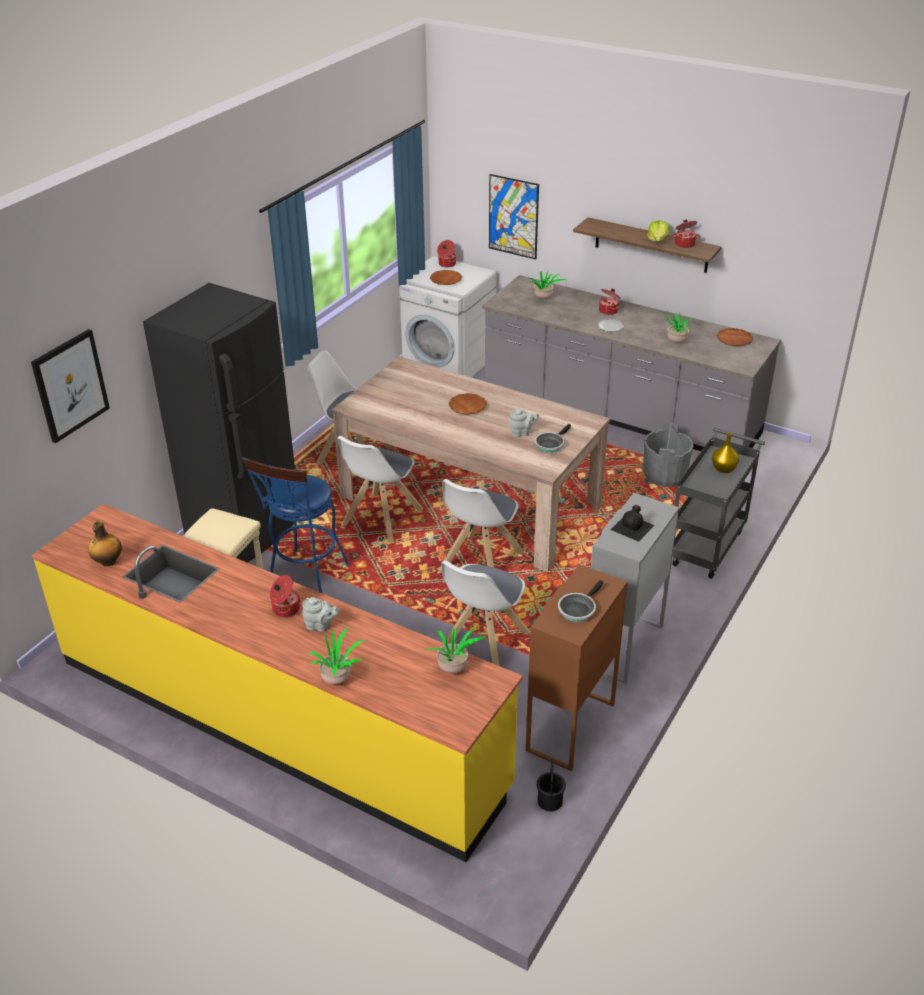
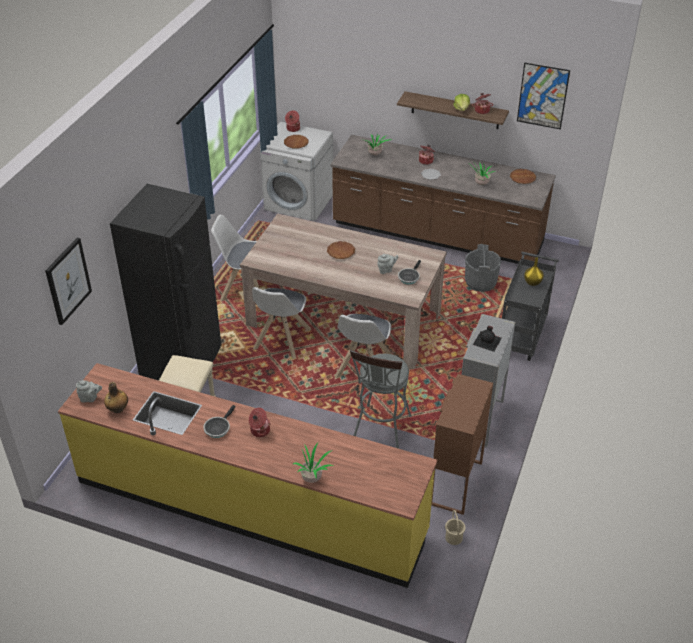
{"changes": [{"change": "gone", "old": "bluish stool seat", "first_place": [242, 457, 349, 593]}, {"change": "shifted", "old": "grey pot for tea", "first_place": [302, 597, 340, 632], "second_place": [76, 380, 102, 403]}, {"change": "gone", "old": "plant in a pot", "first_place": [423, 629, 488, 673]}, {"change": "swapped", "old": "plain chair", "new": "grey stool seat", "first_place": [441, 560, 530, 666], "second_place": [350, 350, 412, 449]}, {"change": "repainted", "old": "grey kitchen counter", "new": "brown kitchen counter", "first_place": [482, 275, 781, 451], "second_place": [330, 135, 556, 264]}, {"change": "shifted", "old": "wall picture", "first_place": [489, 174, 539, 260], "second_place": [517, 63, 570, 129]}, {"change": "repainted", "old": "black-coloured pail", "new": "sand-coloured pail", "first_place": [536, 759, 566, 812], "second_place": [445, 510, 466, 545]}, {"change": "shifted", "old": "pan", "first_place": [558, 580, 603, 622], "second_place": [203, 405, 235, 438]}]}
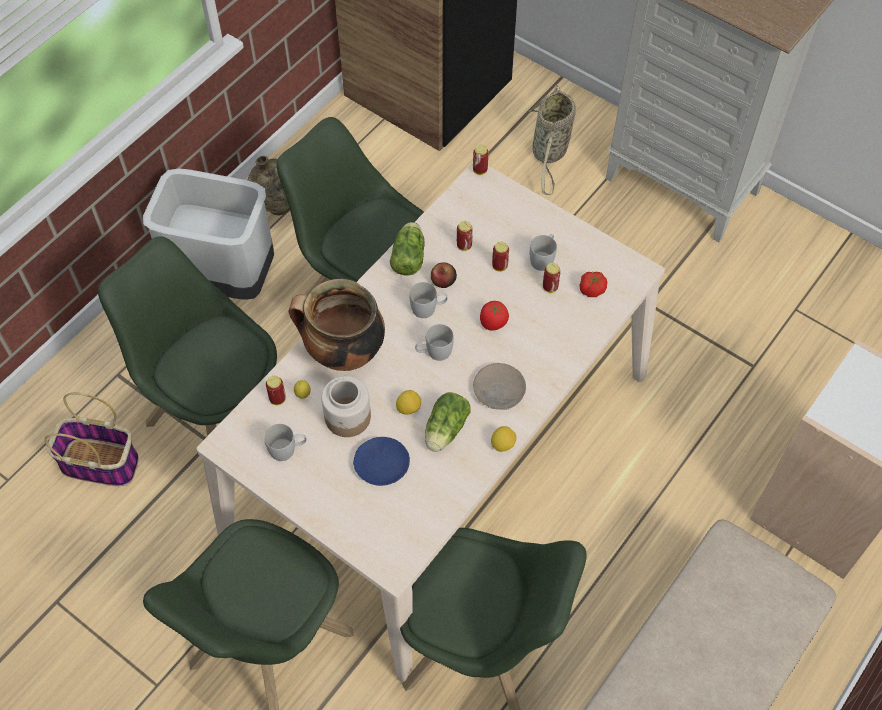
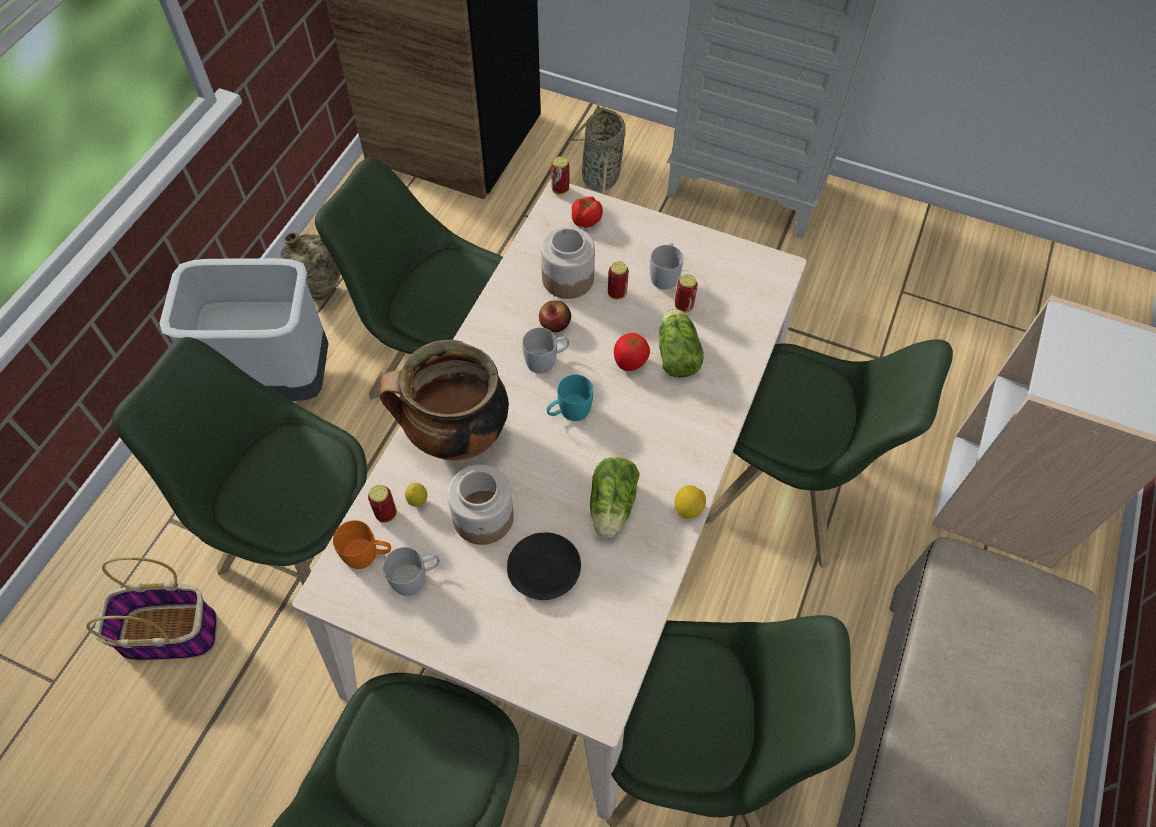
{"changes": [{"change": "repainted", "old": "bluish flat dish", "new": "black-coloured flat dish", "first_place": [353, 437, 410, 486], "second_place": [507, 532, 581, 600]}, {"change": "shifted", "old": "lettuce head", "first_place": [390, 222, 425, 276], "second_place": [659, 309, 704, 378]}, {"change": "gone", "old": "lemon", "first_place": [396, 390, 421, 415]}, {"change": "repainted", "old": "whitish coffee mug", "new": "turquoise coffee mug", "first_place": [415, 324, 454, 361], "second_place": [547, 375, 593, 421]}, {"change": "swapped", "old": "can", "new": "storage jar", "first_place": [457, 221, 473, 251], "second_place": [541, 226, 595, 299]}, {"change": "gone", "old": "sand-coloured flat dish", "first_place": [473, 363, 526, 410]}, {"change": "shifted", "old": "fresh tomato", "first_place": [580, 272, 607, 297], "second_place": [571, 196, 603, 228]}, {"change": "new", "new": "orange coffee mug", "second_place": [333, 520, 391, 569]}, {"change": "new", "new": "green plain chair", "second_place": [705, 340, 953, 568]}]}
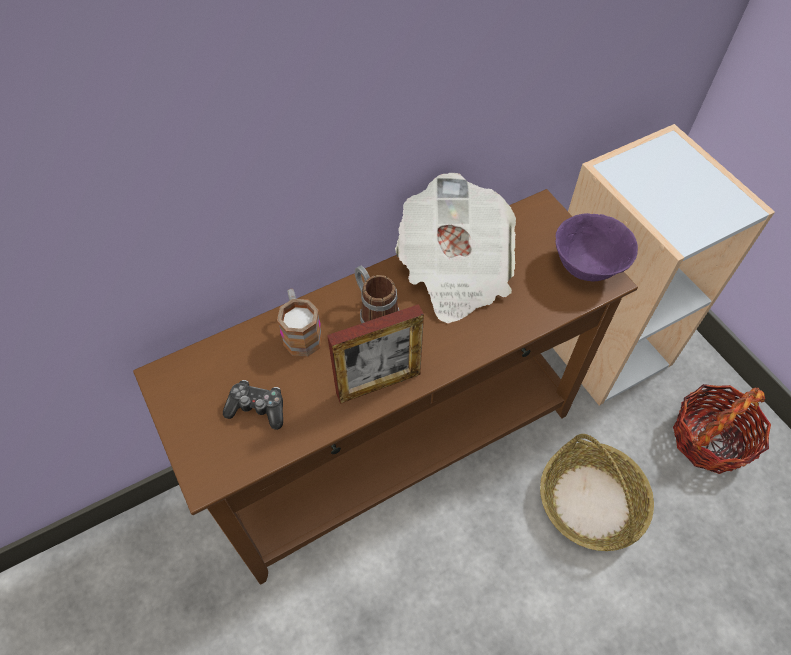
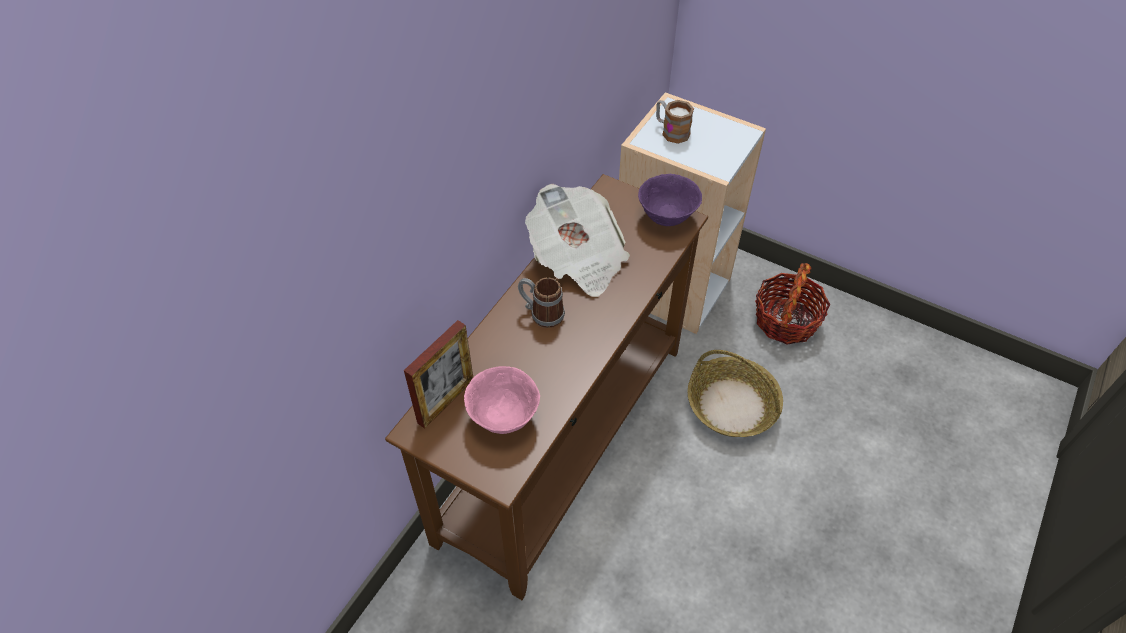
{"changes": [{"change": "swapped", "old": "joypad", "new": "pink serving bowl", "first_place": [223, 380, 283, 430], "second_place": [464, 366, 540, 434]}, {"change": "shifted", "old": "coffee mug", "first_place": [277, 289, 323, 357], "second_place": [656, 100, 694, 144]}, {"change": "shifted", "old": "picture frame", "first_place": [327, 304, 424, 404], "second_place": [404, 320, 473, 429]}]}
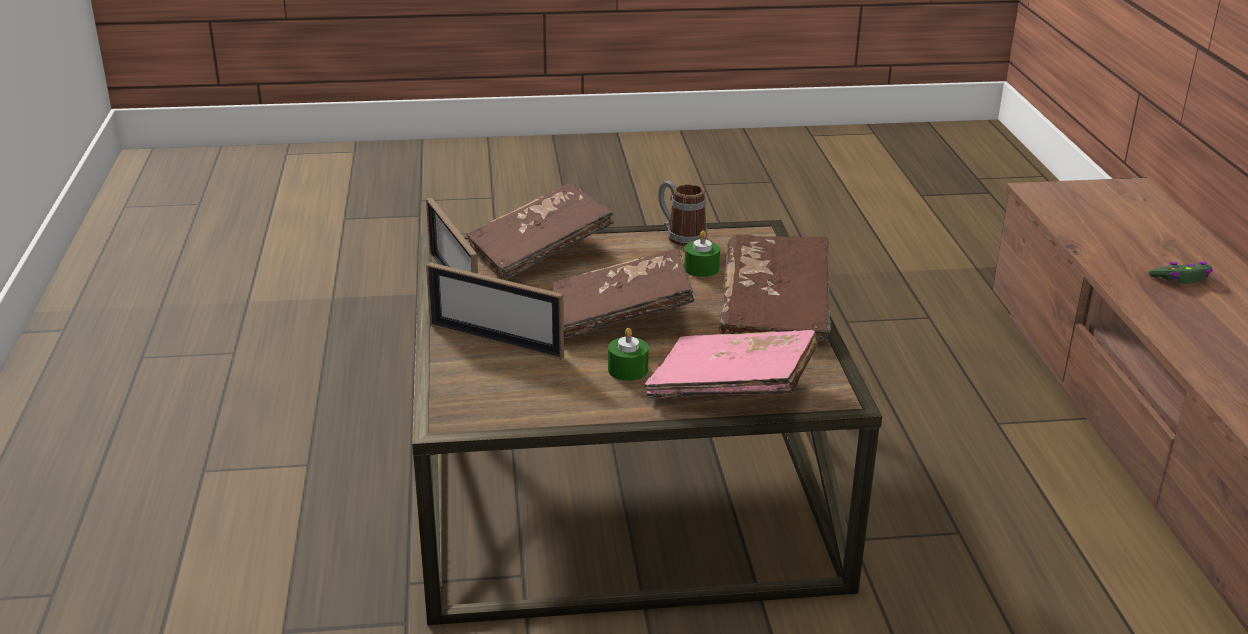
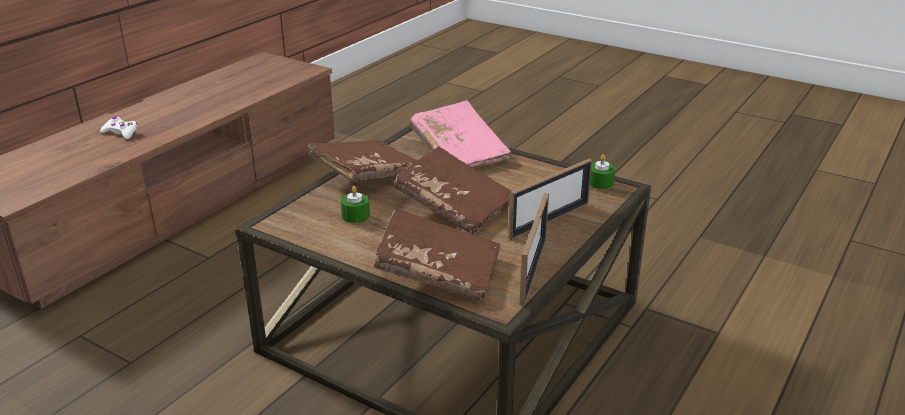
{"changes": [{"change": "rotated", "old": "picture frame", "first_place": [426, 262, 564, 359], "second_place": [508, 159, 592, 240], "degrees": 75}, {"change": "shifted", "old": "green wax candle", "first_place": [608, 328, 649, 381], "second_place": [590, 155, 615, 189]}, {"change": "gone", "old": "coffee mug", "first_place": [658, 181, 707, 246]}, {"change": "repainted", "old": "green joypad", "new": "whitish joypad", "first_place": [1149, 262, 1213, 284], "second_place": [100, 116, 137, 139]}]}
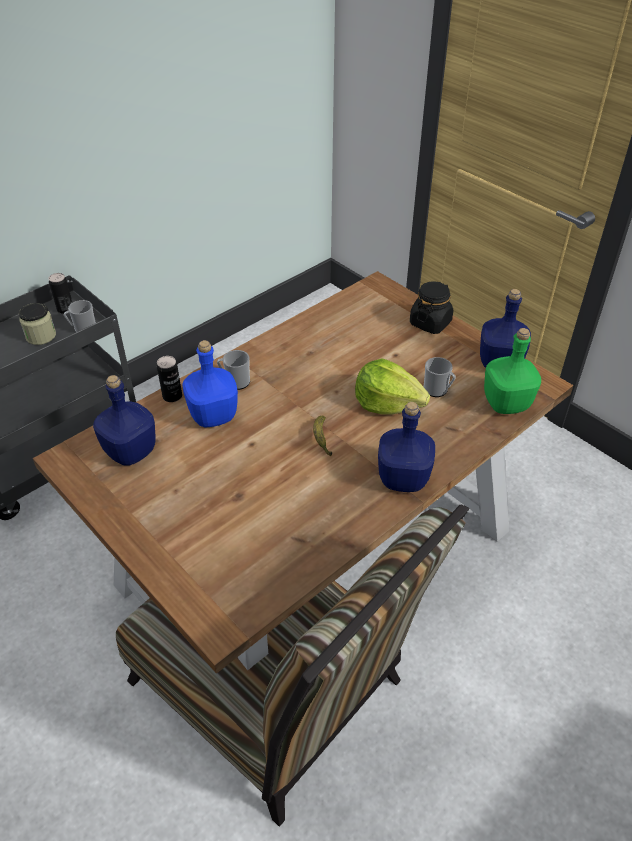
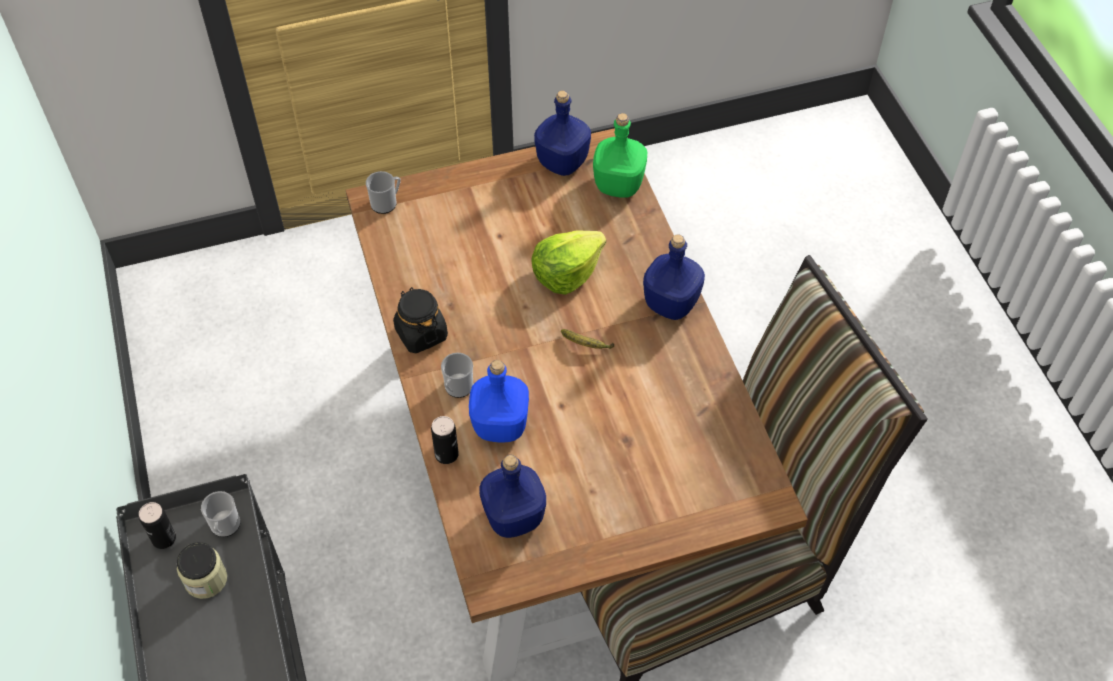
{"changes": [{"change": "shifted", "old": "black-coloured storage jar", "first_place": [410, 281, 453, 334], "second_place": [393, 287, 448, 353]}, {"change": "shifted", "old": "coffee mug", "first_place": [424, 357, 456, 397], "second_place": [366, 171, 401, 214]}]}
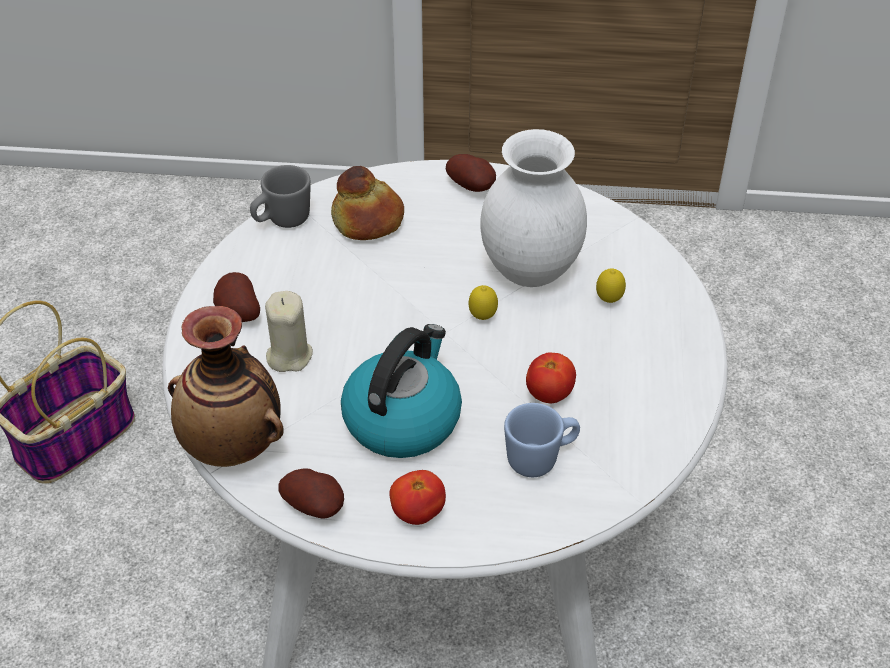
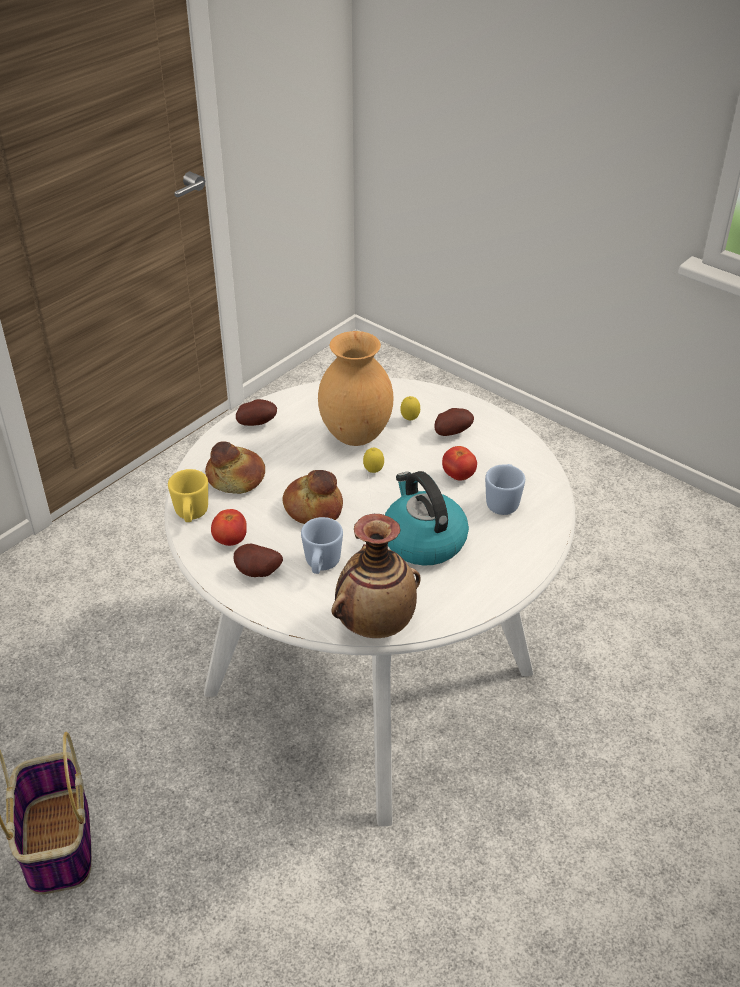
{"changes": [{"change": "repainted", "old": "grey coffee mug", "new": "yellow coffee mug", "first_place": [250, 165, 311, 228], "second_place": [168, 469, 208, 522]}, {"change": "swapped", "old": "sand-coloured wax candle", "new": "bluish coffee mug", "first_place": [265, 291, 313, 372], "second_place": [301, 517, 343, 574]}, {"change": "shifted", "old": "spud", "first_place": [278, 468, 344, 519], "second_place": [435, 408, 474, 436]}, {"change": "shifted", "old": "fresh tomato", "first_place": [390, 470, 446, 525], "second_place": [211, 509, 247, 546]}, {"change": "repainted", "old": "whitish vase", "new": "brown vase", "first_place": [481, 129, 587, 287], "second_place": [318, 331, 393, 446]}, {"change": "new", "new": "bakery bread", "second_place": [282, 470, 343, 524]}]}
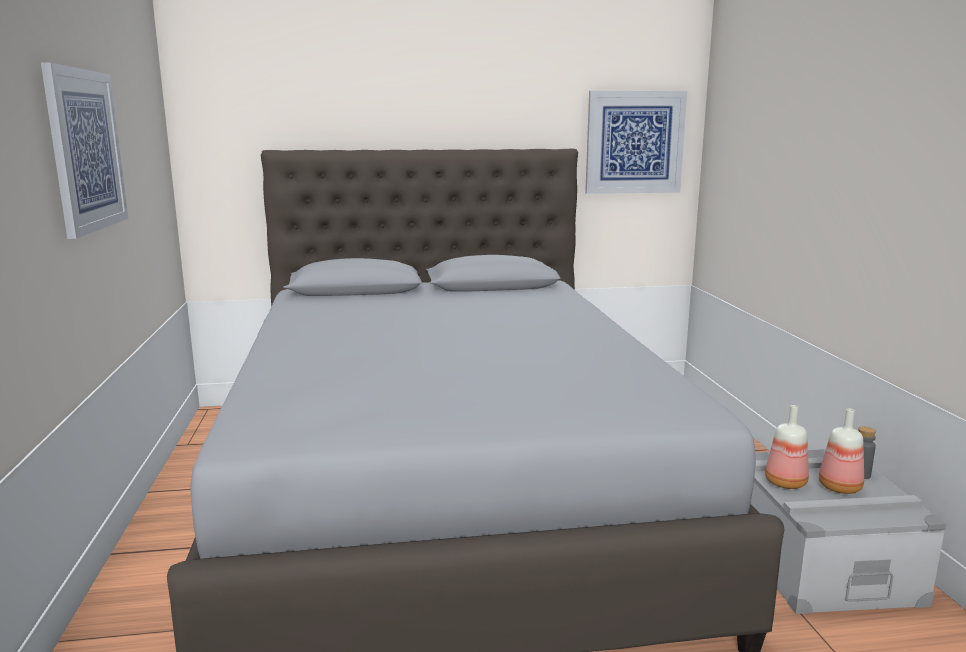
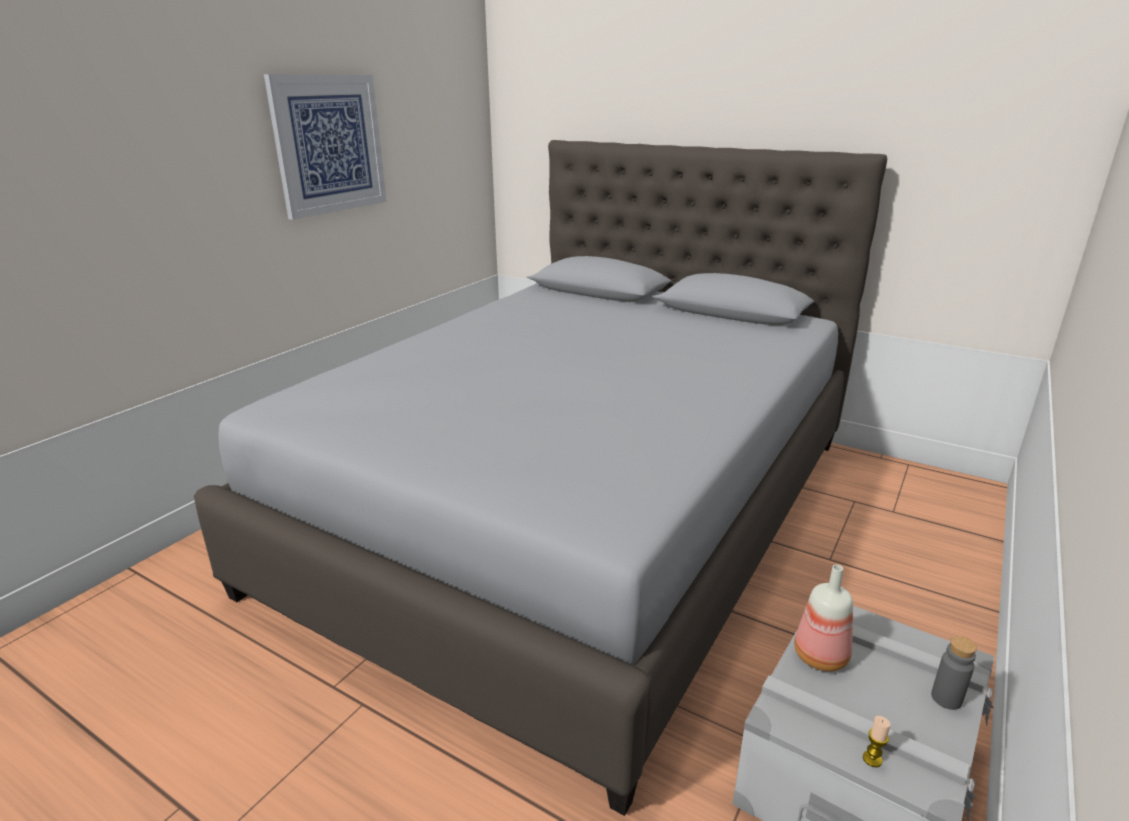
{"changes": [{"change": "gone", "old": "wall picture", "first_place": [585, 91, 687, 194]}, {"change": "gone", "old": "beverage bottle", "first_place": [819, 408, 864, 494]}, {"change": "new", "new": "wax candle", "second_place": [863, 716, 891, 767]}]}
